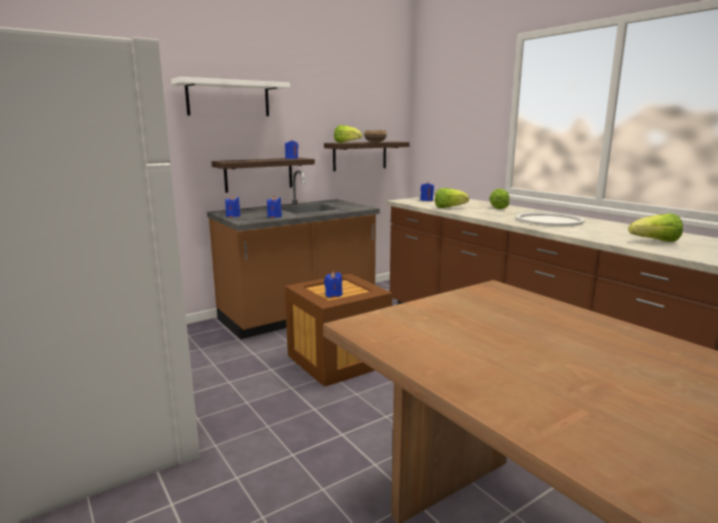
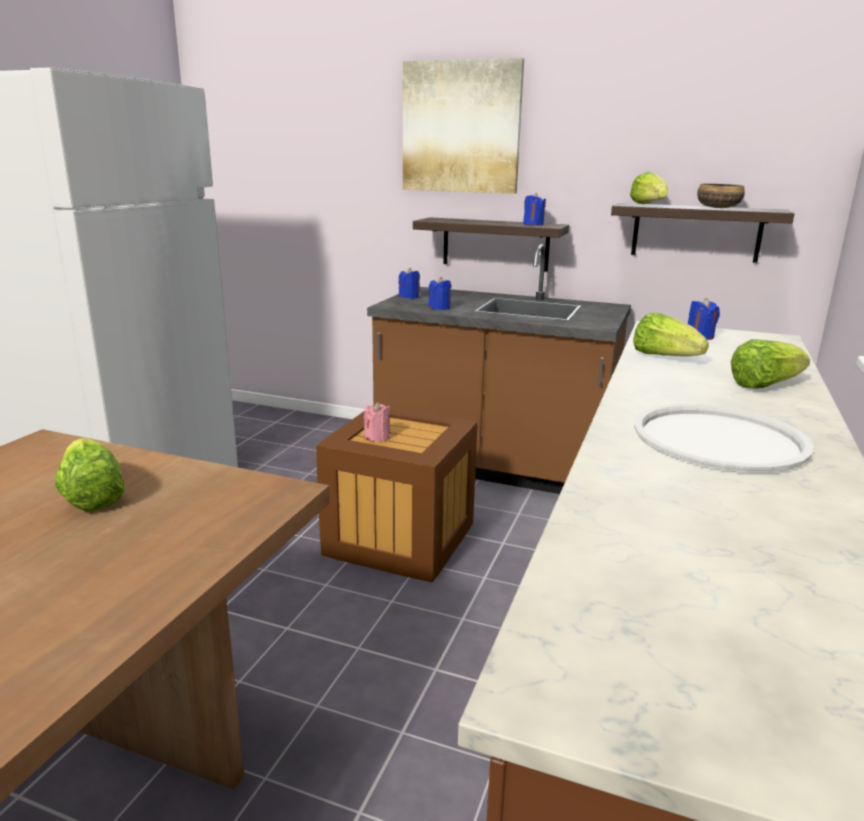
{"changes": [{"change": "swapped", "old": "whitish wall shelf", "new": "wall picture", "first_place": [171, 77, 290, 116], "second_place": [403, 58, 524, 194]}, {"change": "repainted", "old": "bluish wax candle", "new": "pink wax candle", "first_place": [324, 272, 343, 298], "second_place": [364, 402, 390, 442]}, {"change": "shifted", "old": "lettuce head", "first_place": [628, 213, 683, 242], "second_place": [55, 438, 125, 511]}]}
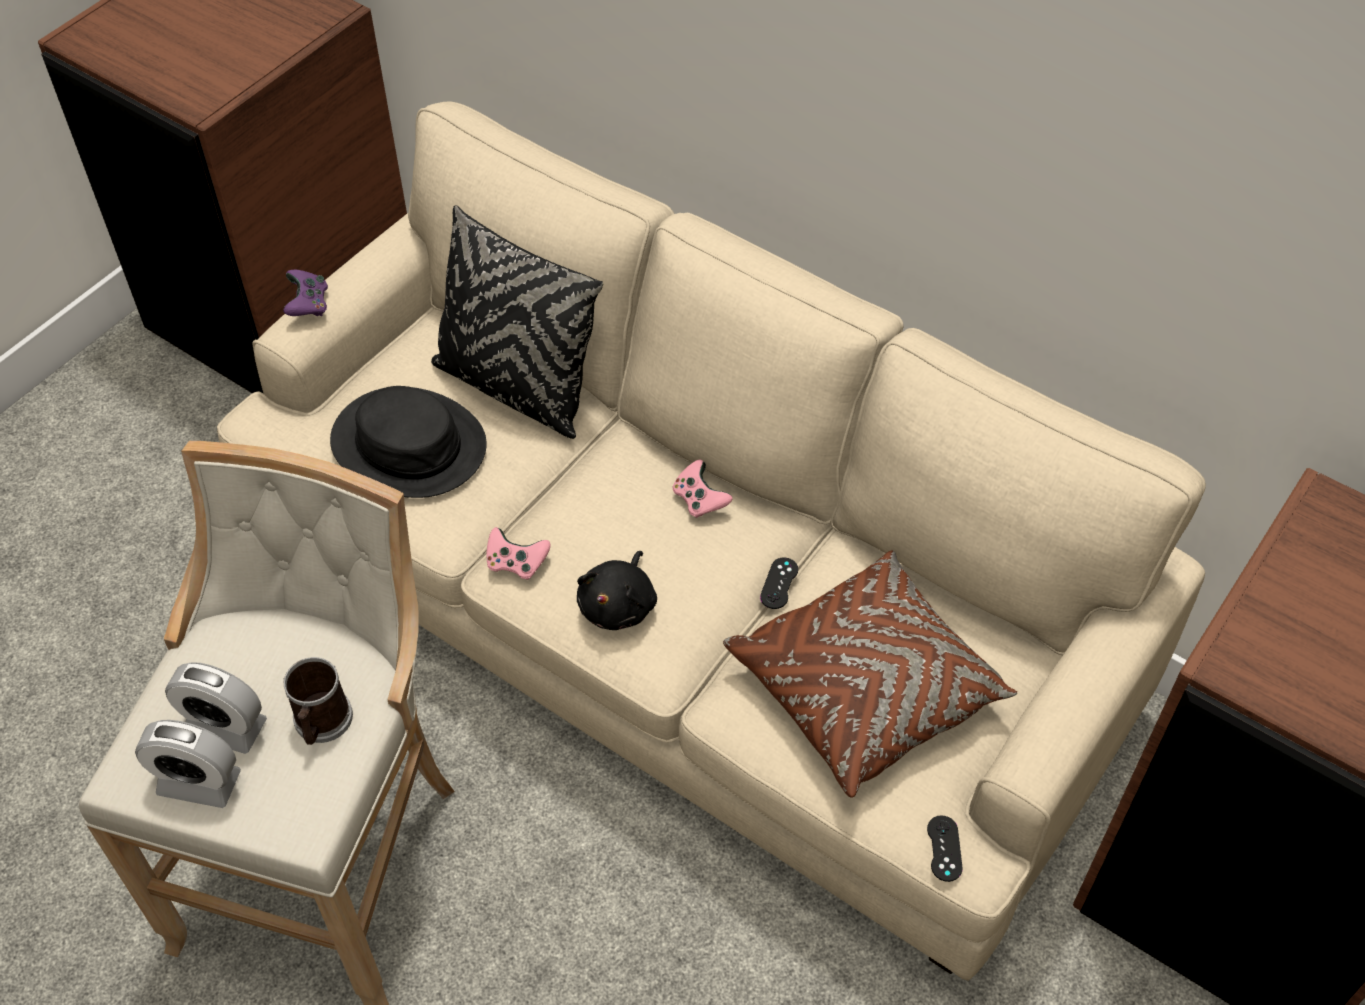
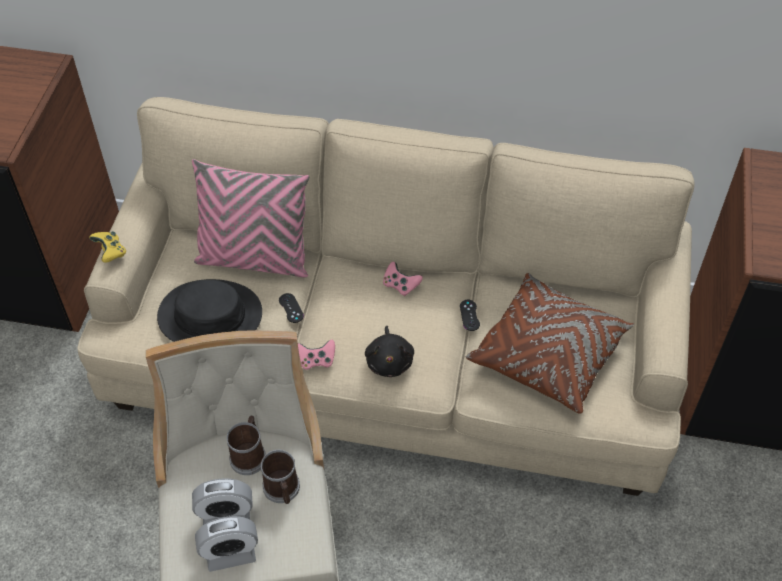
{"changes": [{"change": "repainted", "old": "purplish joypad", "new": "yellow joypad", "first_place": [283, 270, 328, 316], "second_place": [89, 231, 126, 263]}, {"change": "repainted", "old": "black-coloured cushion", "new": "pink cushion", "first_place": [431, 205, 603, 439], "second_place": [192, 159, 309, 277]}, {"change": "shifted", "old": "black-coloured joypad", "first_place": [927, 815, 963, 882], "second_place": [279, 293, 304, 323]}, {"change": "new", "new": "coffee mug", "second_place": [226, 416, 266, 475]}]}
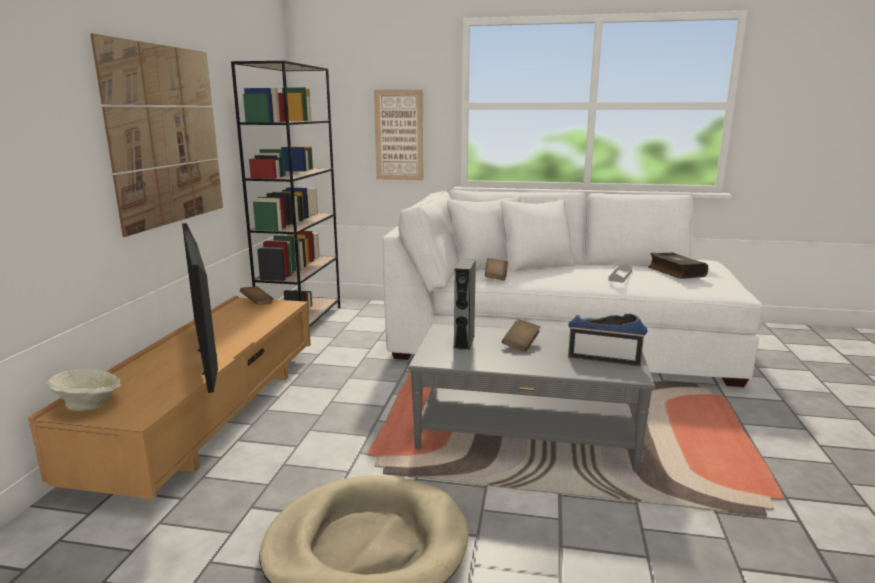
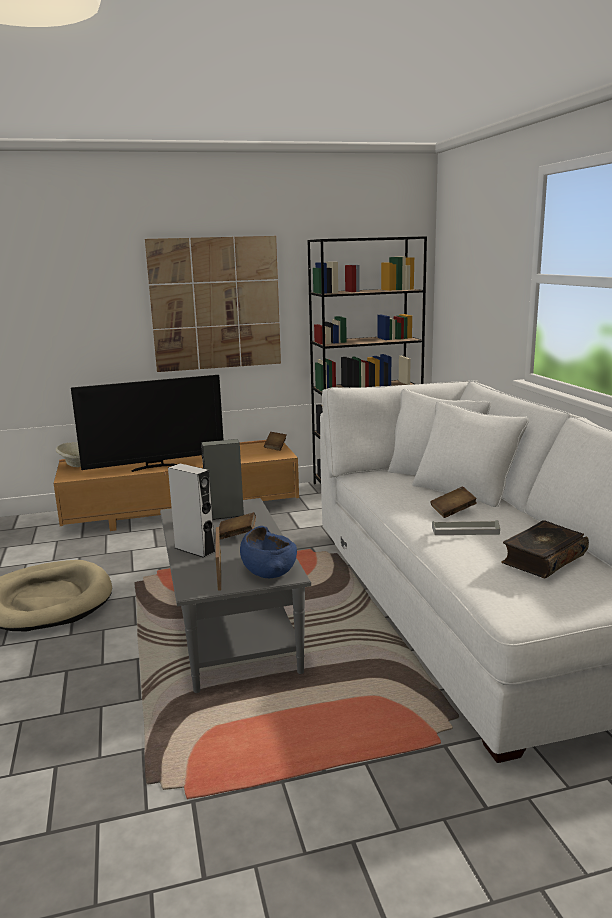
{"changes": [{"change": "rotated", "old": "TV", "first_place": [182, 223, 218, 393], "second_place": [71, 375, 223, 472], "degrees": -150}, {"change": "gone", "old": "wall picture", "first_place": [374, 89, 423, 180]}, {"change": "shifted", "old": "brown book", "first_place": [485, 258, 508, 281], "second_place": [430, 486, 477, 518]}, {"change": "new", "new": "grey speaker", "second_place": [168, 463, 215, 558]}]}
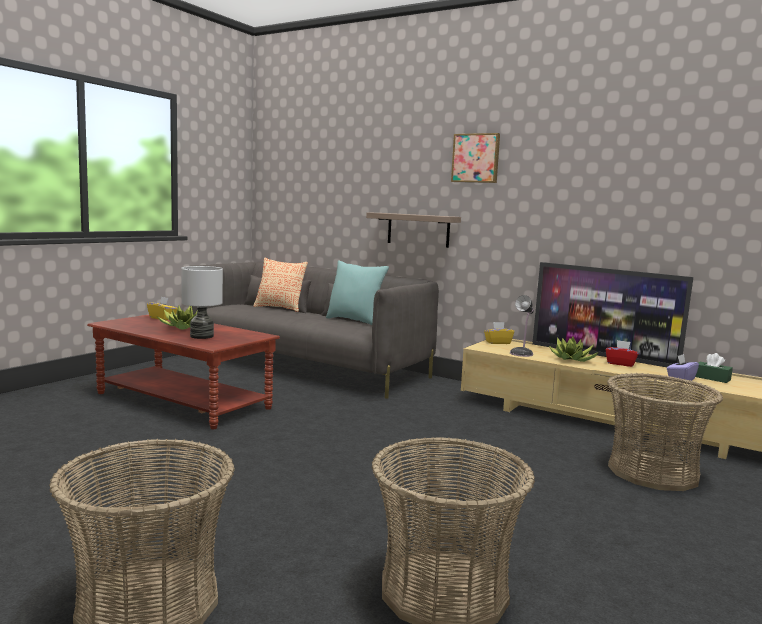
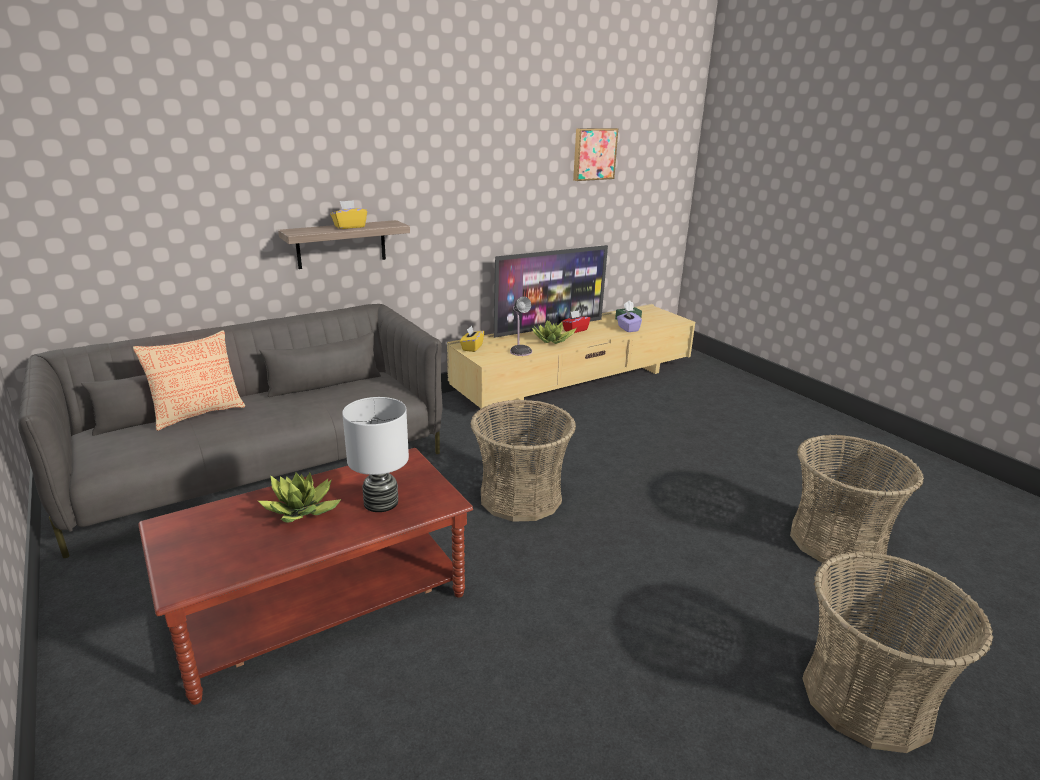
{"changes": [{"change": "shifted", "old": "yellow tissue box", "first_place": [147, 297, 178, 320], "second_place": [330, 200, 367, 229]}, {"change": "gone", "old": "turquoise cushion", "first_place": [326, 260, 389, 325]}, {"change": "shifted", "old": "wall picture", "first_place": [451, 133, 500, 183], "second_place": [573, 128, 618, 181]}, {"change": "shifted", "old": "household basket", "first_place": [607, 373, 723, 491], "second_place": [470, 400, 576, 522]}]}
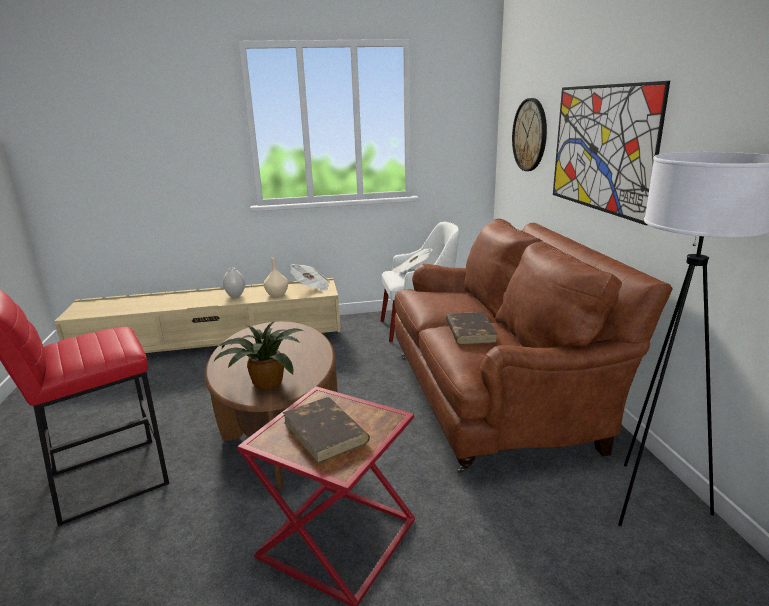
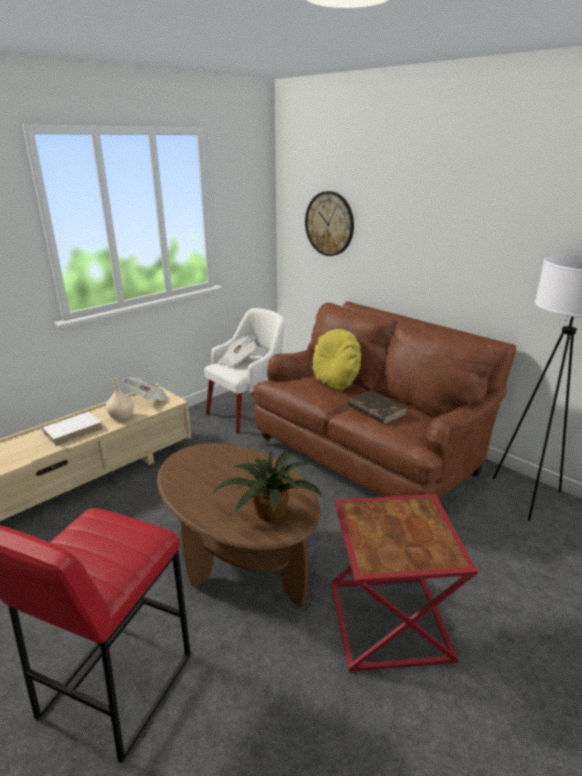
{"changes": [{"change": "swapped", "old": "whitish vase", "new": "whitish book", "first_place": [223, 268, 245, 297], "second_place": [42, 412, 103, 446]}, {"change": "gone", "old": "brown book", "first_place": [282, 397, 370, 464]}, {"change": "gone", "old": "wall picture", "first_place": [553, 81, 670, 225]}, {"change": "new", "new": "yellow cushion", "second_place": [312, 329, 361, 390]}]}
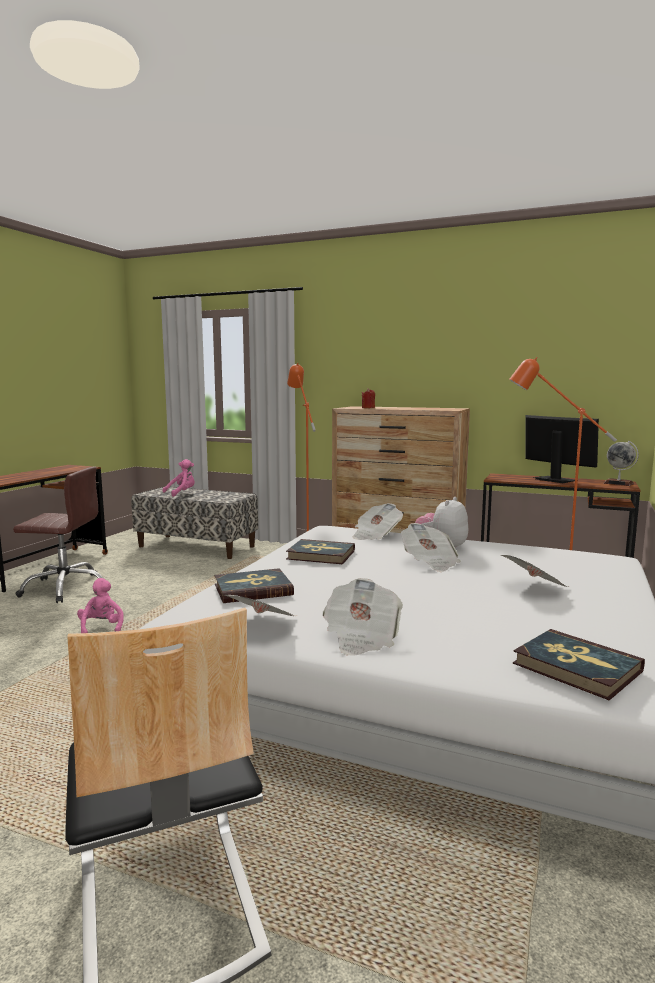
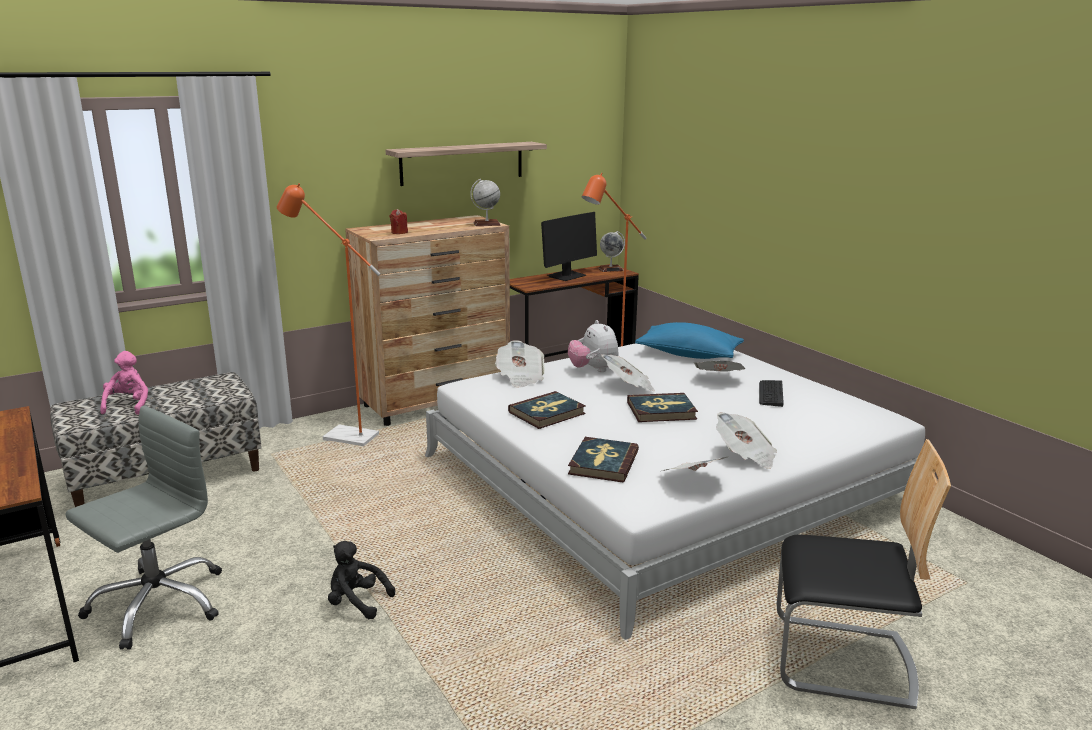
{"changes": [{"change": "repainted", "old": "brown computer chair", "new": "grey computer chair", "first_place": [13, 467, 104, 603], "second_place": [65, 405, 222, 650]}, {"change": "repainted", "old": "pink plush toy", "new": "black-coloured plush toy", "first_place": [77, 578, 124, 633], "second_place": [328, 541, 395, 619]}, {"change": "shifted", "old": "book", "first_place": [513, 629, 645, 700], "second_place": [627, 393, 698, 422]}, {"change": "rotated", "old": "computer screen", "first_place": [526, 415, 599, 483], "second_place": [541, 212, 597, 281], "degrees": 135}, {"change": "new", "new": "wall shelf", "second_place": [385, 142, 547, 186]}, {"change": "new", "new": "globe", "second_place": [470, 179, 501, 226]}, {"change": "new", "new": "bluish cushion", "second_place": [635, 322, 744, 359]}, {"change": "new", "new": "computer keyboard", "second_place": [759, 380, 784, 407]}]}
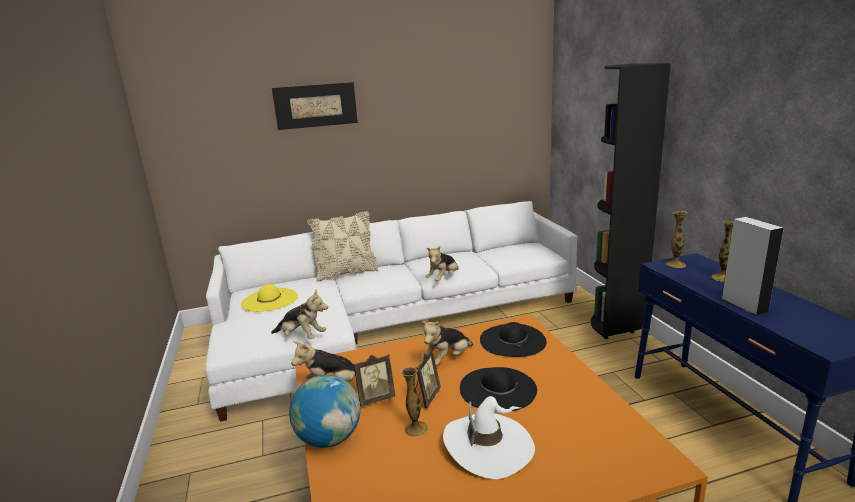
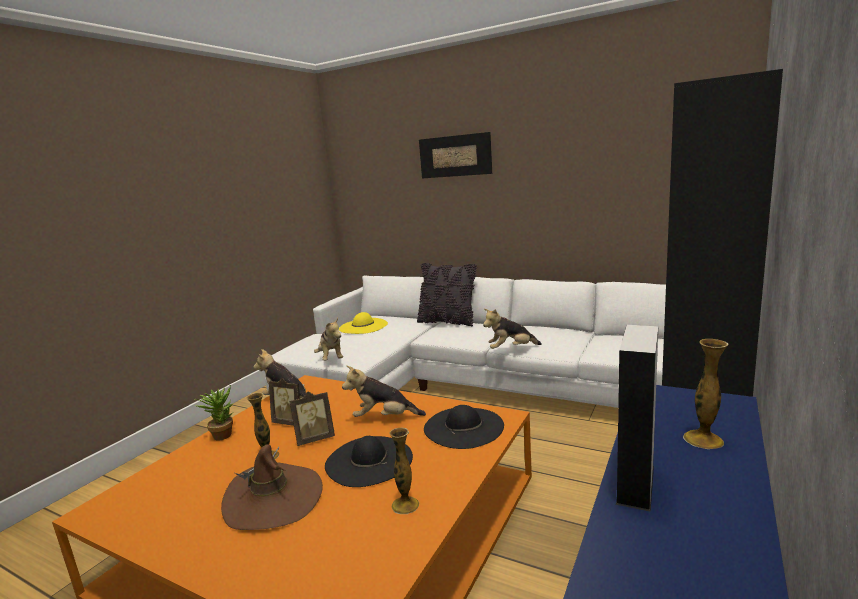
{"changes": [{"change": "swapped", "old": "globe", "new": "plant in a pot", "first_place": [289, 375, 361, 448], "second_place": [195, 384, 233, 440]}, {"change": "repainted", "old": "sand-coloured cushion", "new": "black-coloured cushion", "first_place": [307, 211, 378, 282], "second_place": [417, 263, 477, 327]}, {"change": "repainted", "old": "whitish hat", "new": "brown hat", "first_place": [443, 396, 535, 479], "second_place": [221, 444, 323, 530]}, {"change": "shifted", "old": "vase", "first_place": [666, 211, 687, 268], "second_place": [389, 428, 419, 514]}]}
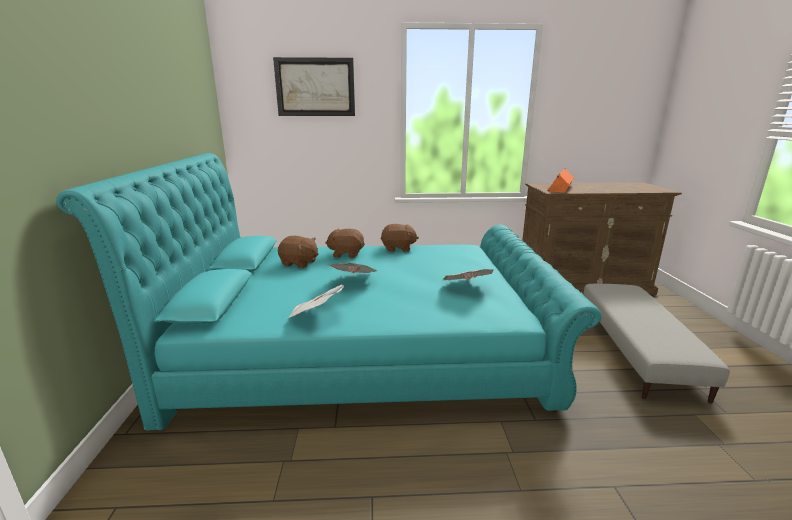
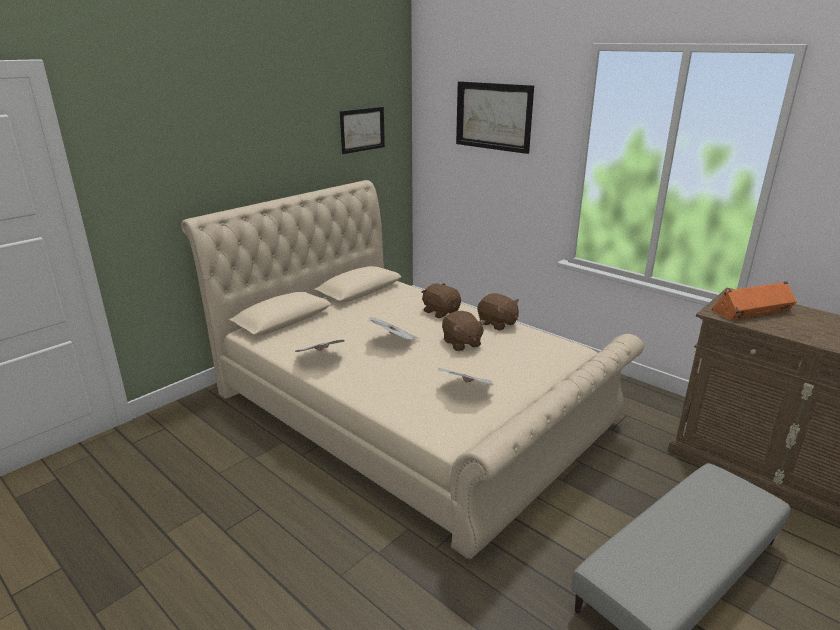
{"changes": [{"change": "repainted", "old": "turquoise bed", "new": "sand-coloured bed", "first_place": [56, 153, 602, 431], "second_place": [181, 180, 644, 560]}, {"change": "shifted", "old": "brown plush toy", "first_place": [278, 236, 318, 268], "second_place": [442, 311, 485, 351]}, {"change": "new", "new": "wall picture", "second_place": [340, 107, 385, 154]}]}
